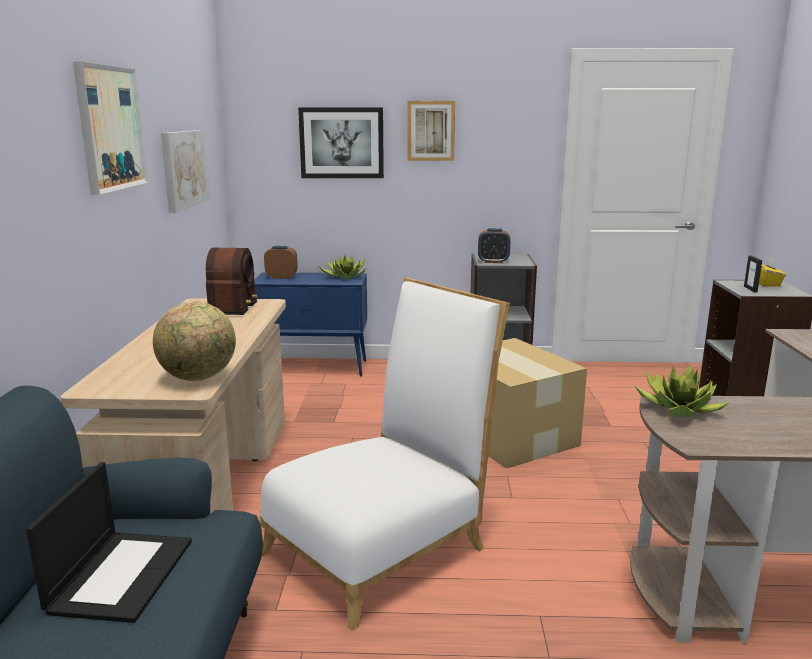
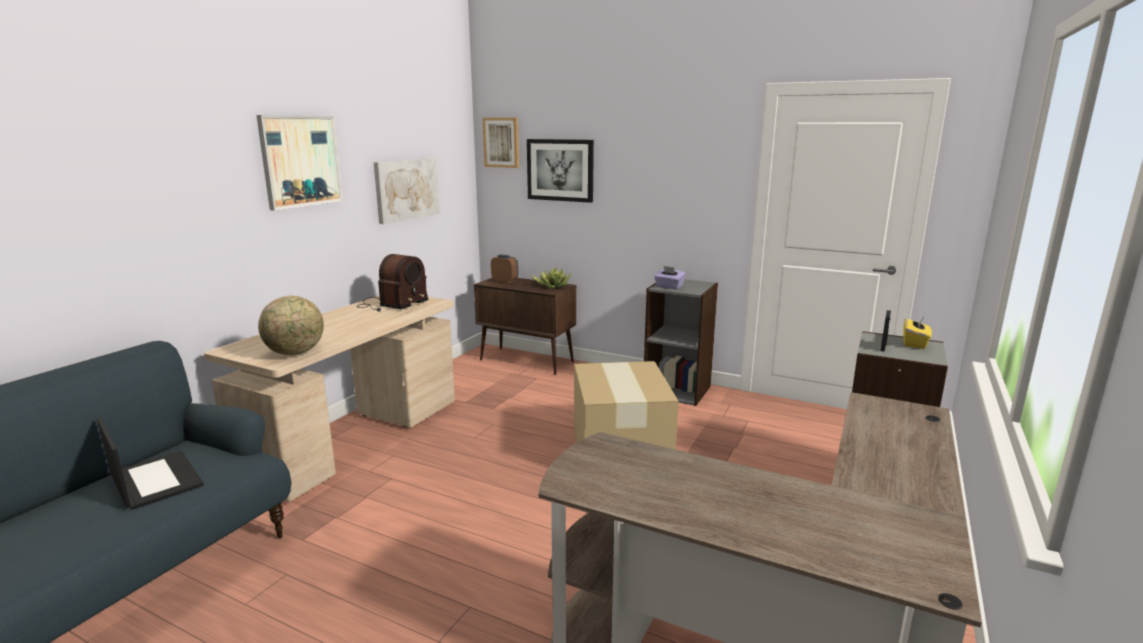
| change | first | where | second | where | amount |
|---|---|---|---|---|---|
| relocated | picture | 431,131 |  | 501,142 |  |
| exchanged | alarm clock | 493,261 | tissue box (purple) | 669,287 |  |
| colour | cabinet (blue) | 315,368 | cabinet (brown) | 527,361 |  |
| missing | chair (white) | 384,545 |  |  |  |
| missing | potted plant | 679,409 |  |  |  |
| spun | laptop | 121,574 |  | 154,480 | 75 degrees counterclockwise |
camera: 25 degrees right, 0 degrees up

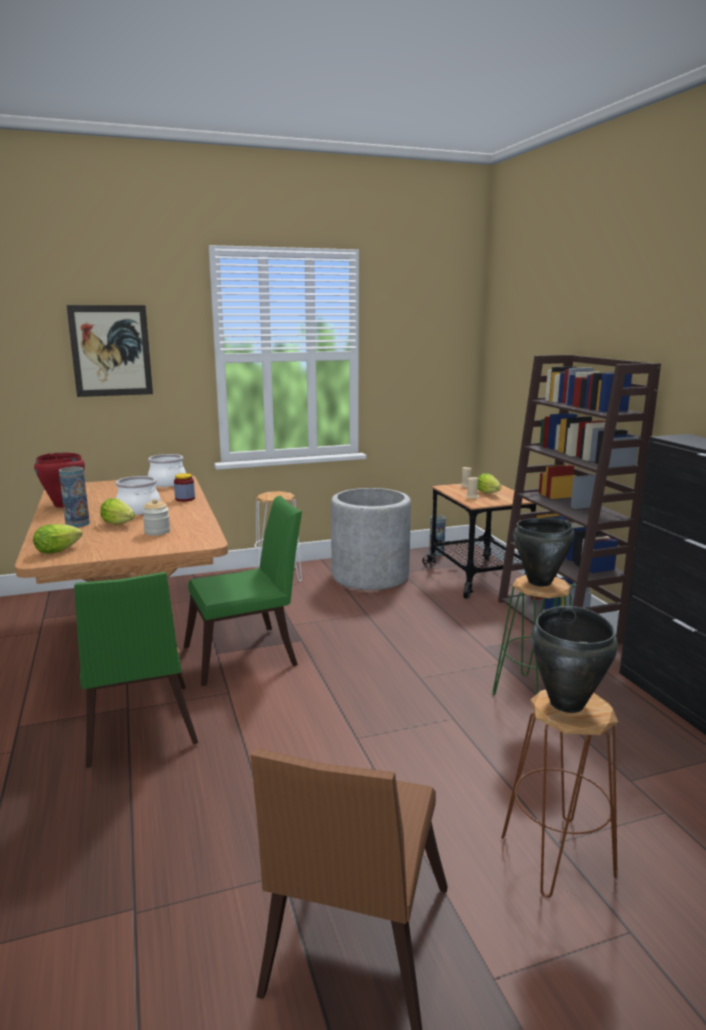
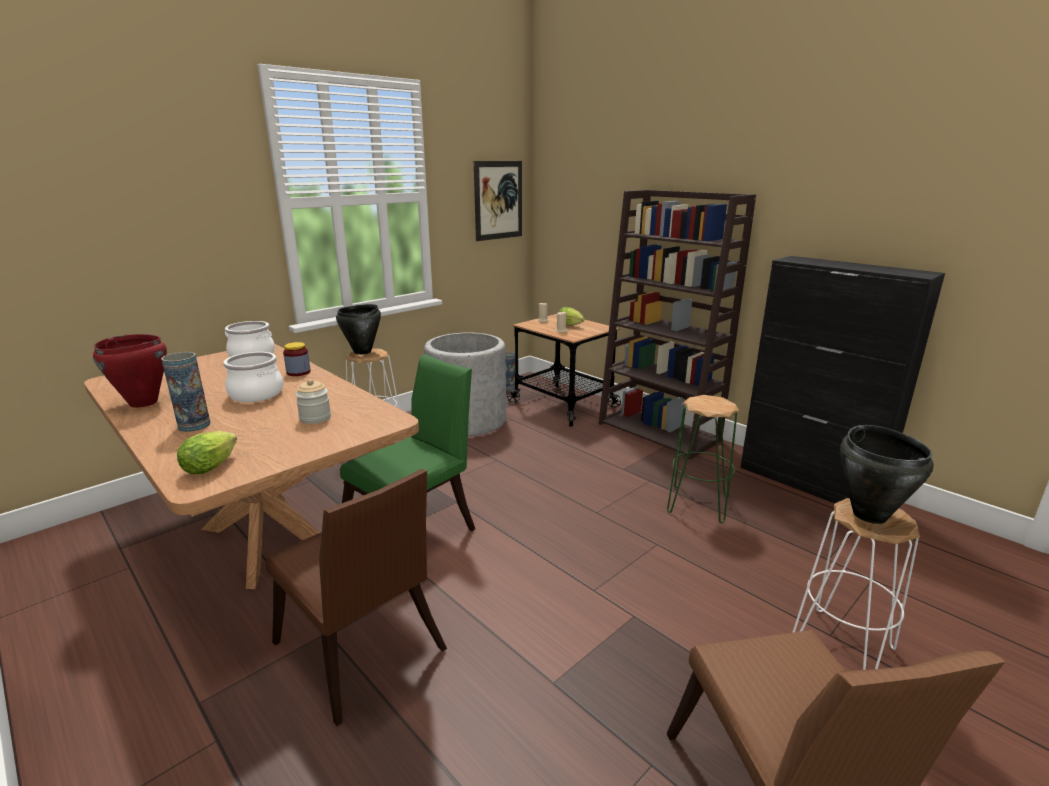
| change | first | where | second | where | amount |
|---|---|---|---|---|---|
| relocated | picture | 111,351 |  | 498,200 |  |
| missing | lettuce | 120,524 |  |  |  |
| relocated | cooking pot (black) | 540,582 |  | 363,352 |  |
| colour | chair (green) | 138,729 | chair (brown) | 362,655 |  |
| colour | stool (brown) | 556,856 | stool (white) | 841,648 |  |
camera: 25 degrees left, 5 degrees up

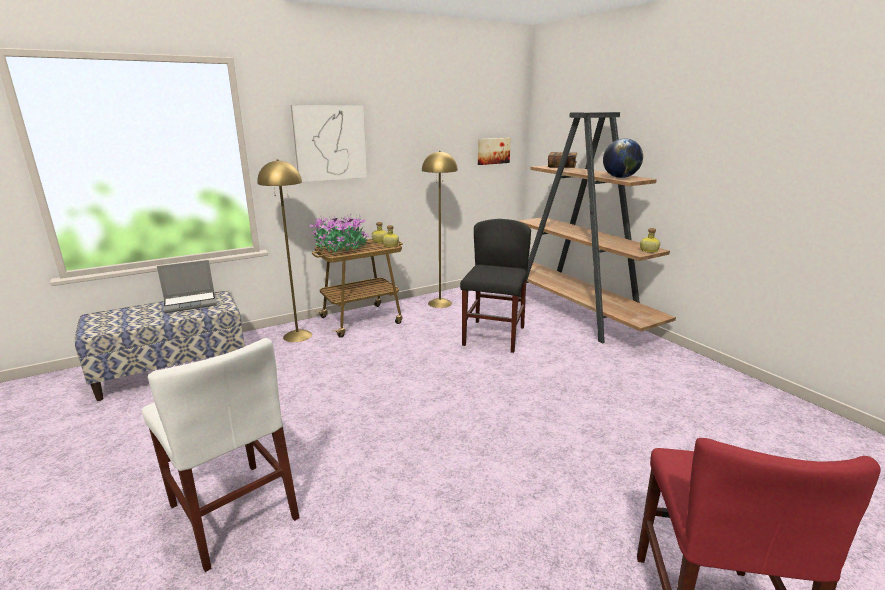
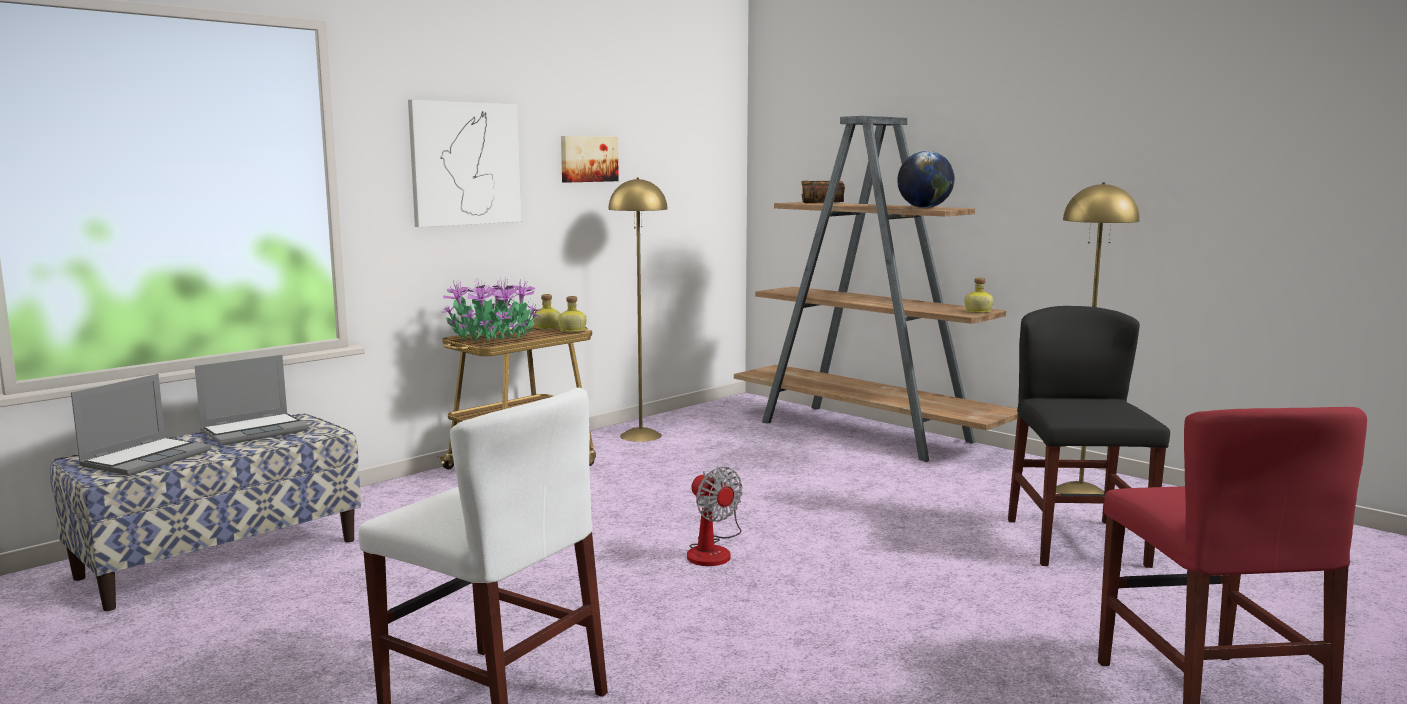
| change | first | where | second | where | amount |
|---|---|---|---|---|---|
| relocated | picture | 493,151 |  | 588,159 |  |
| relocated | floor lamp (yellow) | 297,336 |  | 1080,492 |  |
| relocated | chair (black) | 494,336 |  | 1076,542 |  |
| appeared |  |  | laptop | 146,458 |  |
| appeared |  |  | fan | 713,551 |  |
camera: 15 degrees left, 10 degrees down

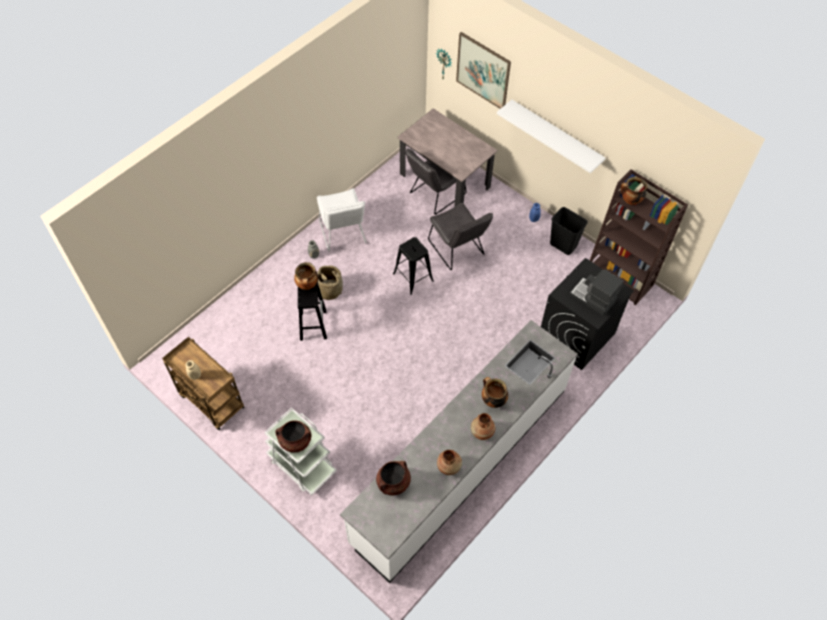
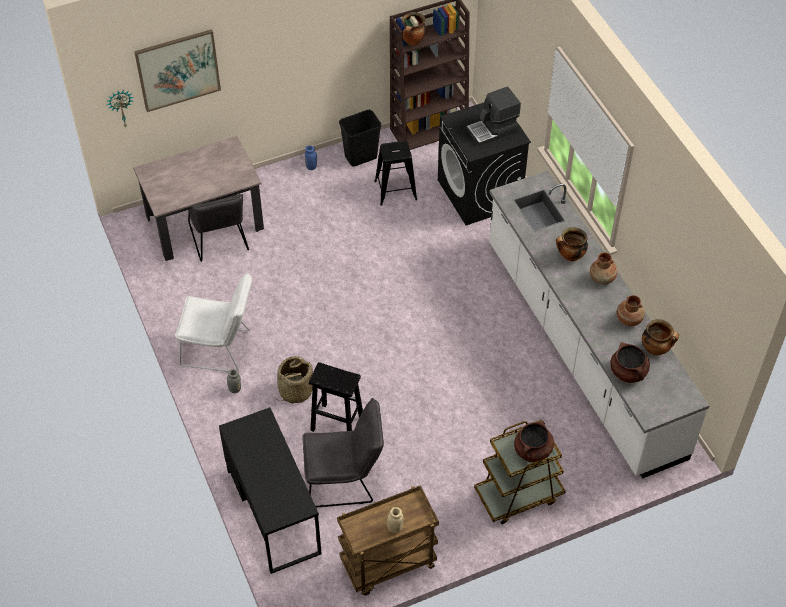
| change | first | where | second | where | amount |
|---|---|---|---|---|---|
| missing | shelf (white) | 556,134 |  |  |  |
| relocated | chair (grey) | 458,250 |  | 344,480 |  |
| relocated | stool (black) | 413,277 |  | 395,190 |  |
| relocated | cooking pot | 307,285 |  | 656,349 |  |
| colour | cart (white) | 302,465 | cart (brown) | 518,495 |  |
| appeared |  |  | desk (black) | 273,511 |  |
camera: 65 degrees left, 5 degrees down

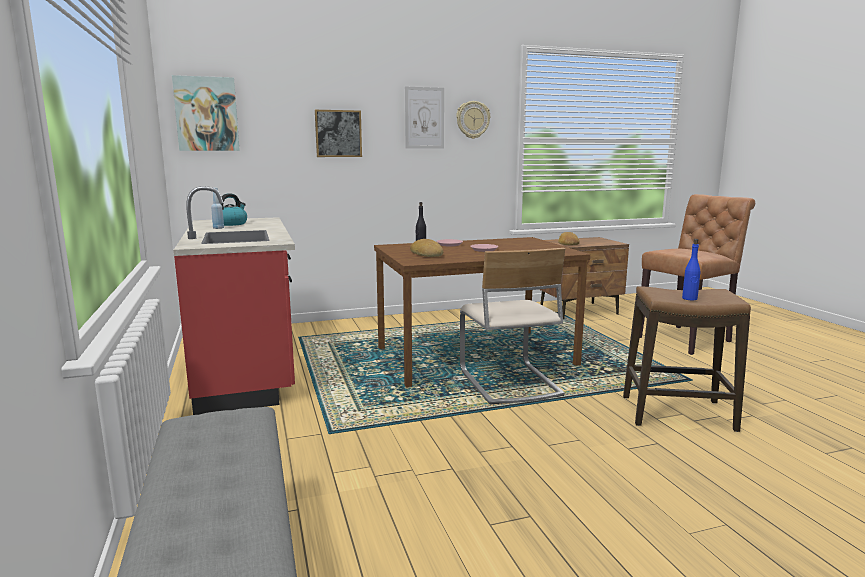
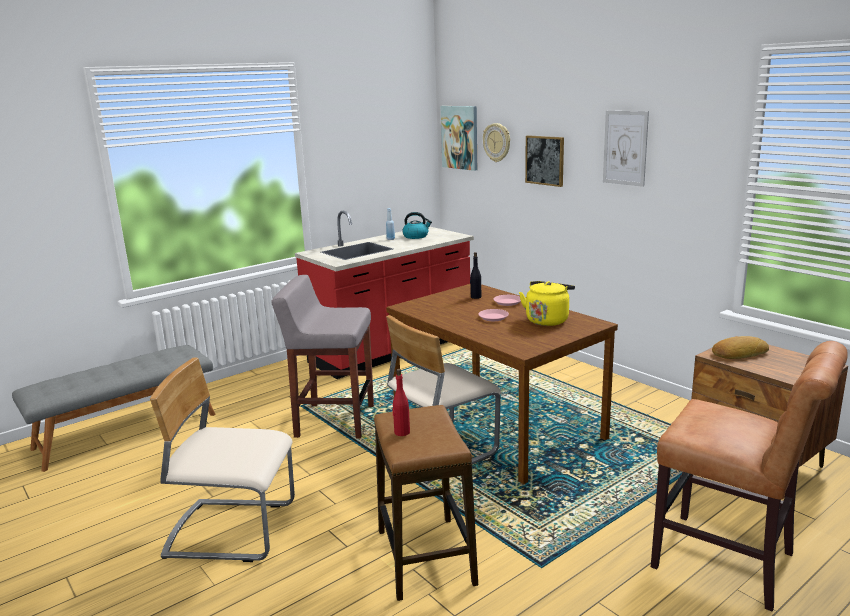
| change | first | where | second | where | amount |
|---|---|---|---|---|---|
| relocated | wall clock | 472,120 |  | 497,142 |  |
| missing | bread | 427,254 |  |  |  |
| colour | bottle (blue) | 689,298 | bottle (red) | 401,432 |  |
| appeared |  |  | stool (grey) | 333,421 |  |
| appeared |  |  | kettle (yellow) | 547,320 |  |
| appeared |  |  | chair (beige) | 232,530 |  |
camera: 70 degrees right, 5 degrees up

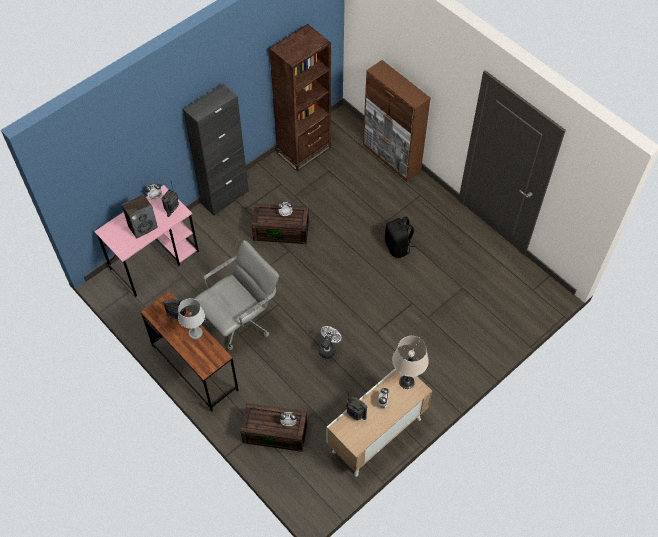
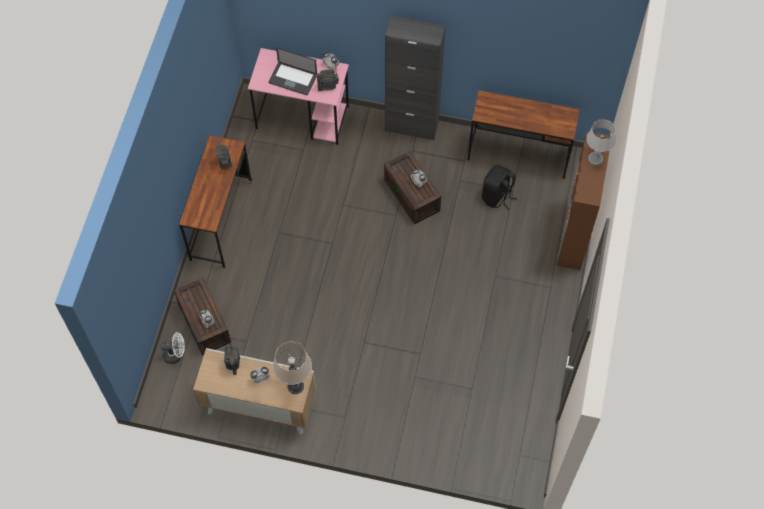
| change | first | where | second | where | amount |
|---|---|---|---|---|---|
| exchanged | bookcase (brown) | 304,150 | desk (brown) | 519,154 |  |
| exchanged | speaker | 143,227 | laptop | 292,79 |  |
| relocated | backpack (black) | 398,247 |  | 497,196 |  |
| missing | office chair (grey) | 241,320 |  |  |  |
| relocated | table lamp (grey) | 195,333 |  | 595,159 |  |
| relocated | fan (white) | 328,348 |  | 176,355 |  |
camera: 55 degrees right, 5 degrees up

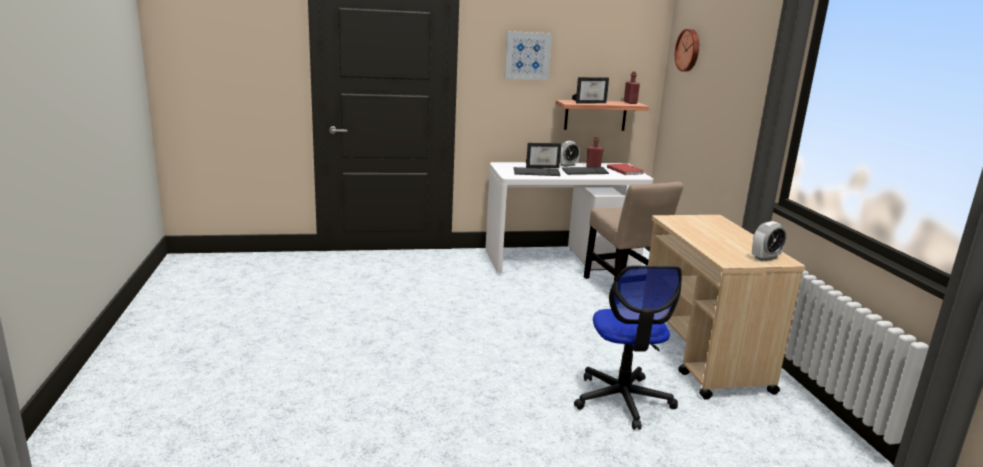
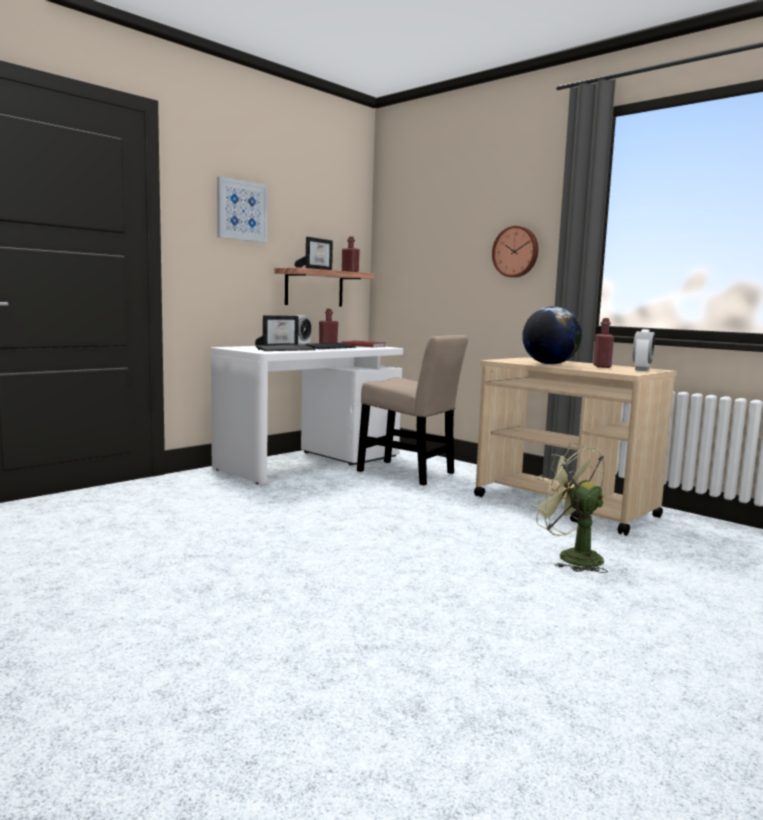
| change | first | where | second | where | amount |
|---|---|---|---|---|---|
| relocated | wall clock | 688,50 |  | 516,252 |  |
| exchanged | office chair | 622,400 | fan (green) | 571,557 |  |
| appeared |  |  | globe | 549,364 |  |
| appeared |  |  | bottle (red) | 602,366 |  |
camera: 35 degrees left, 10 degrees down

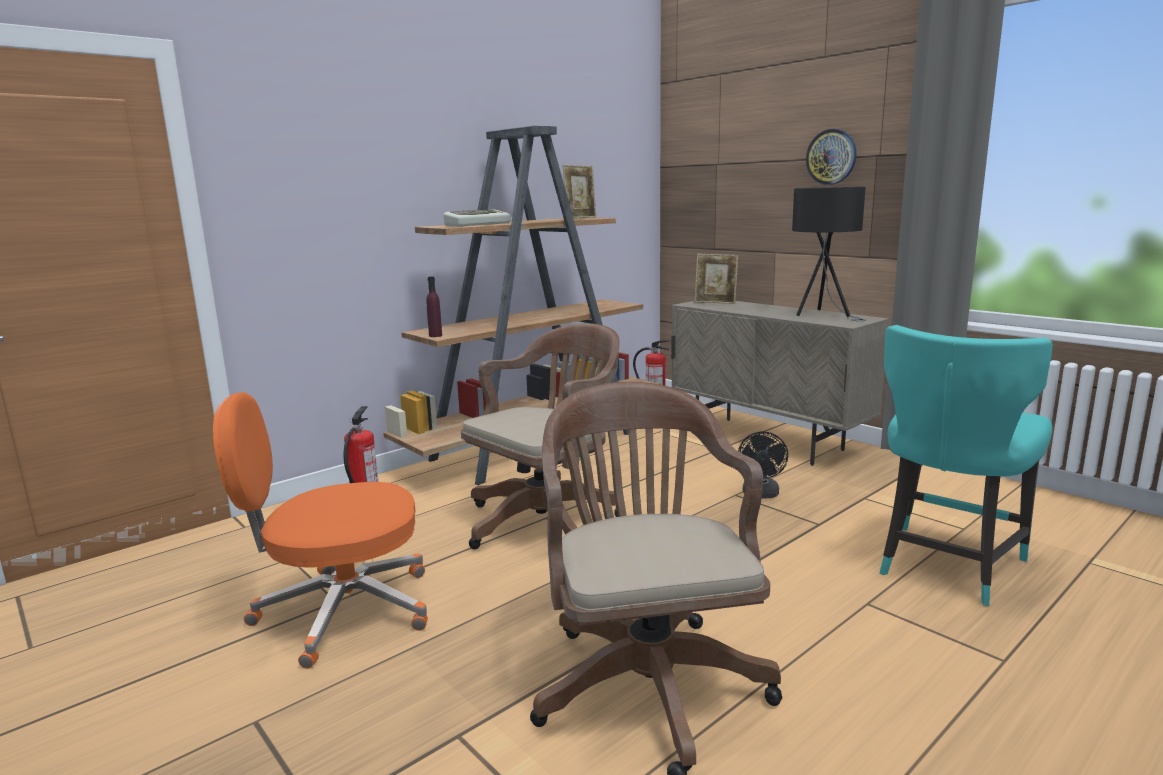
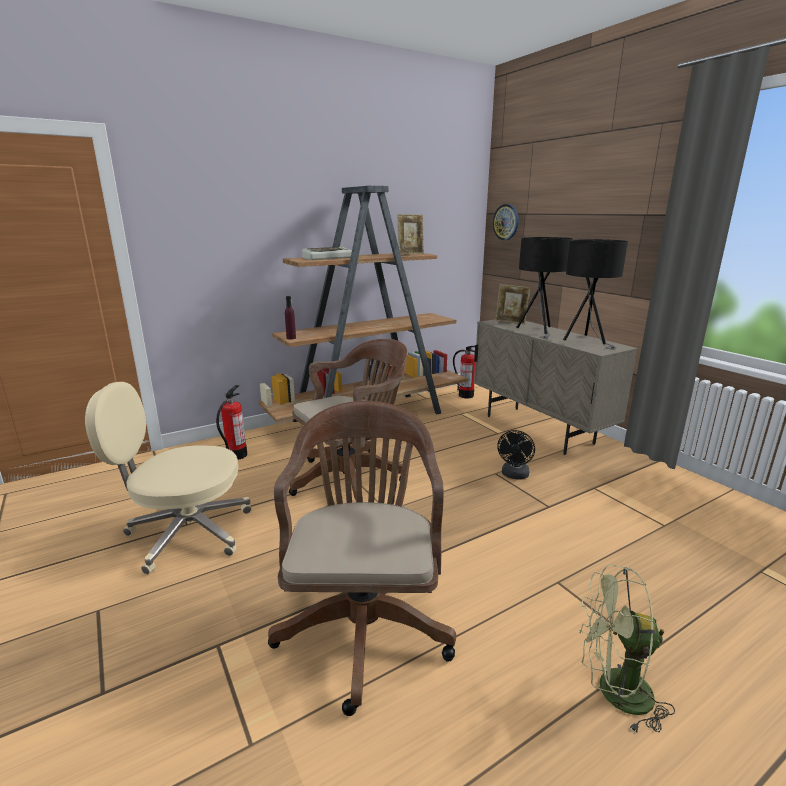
| change | first | where | second | where | amount |
|---|---|---|---|---|---|
| relocated | wall clock | 831,157 |  | 506,222 |  |
| missing | chair (turquoise) | 945,566 |  |  |  |
| colour | office chair (orange) | 341,611 | office chair (beige) | 187,533 |  |
| appeared |  |  | table lamp (black) | 537,331 |  |
| appeared |  |  | fan (green) | 613,692 |  |
camera: 10 degrees right, 5 degrees up

